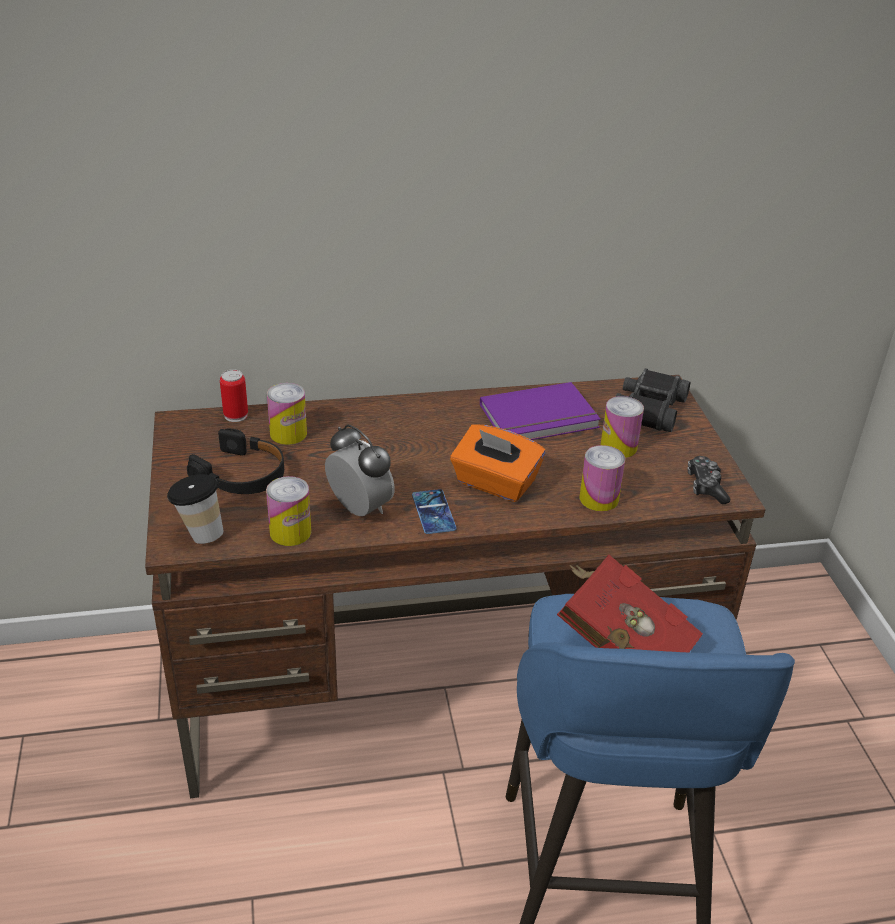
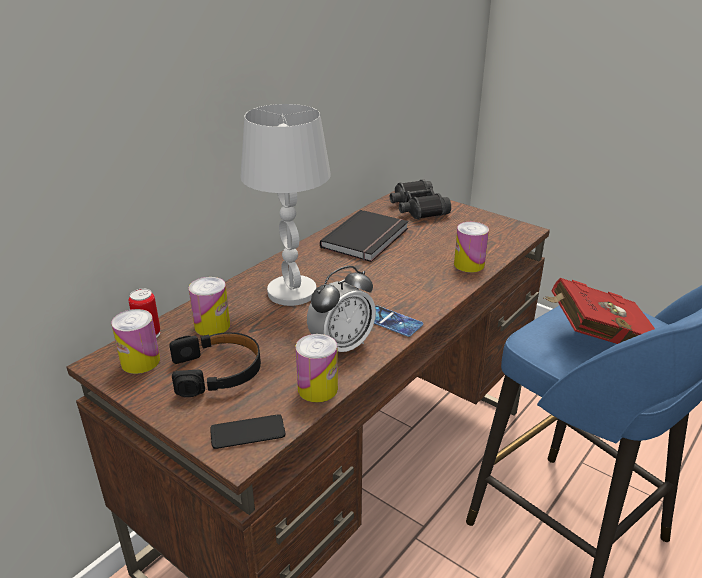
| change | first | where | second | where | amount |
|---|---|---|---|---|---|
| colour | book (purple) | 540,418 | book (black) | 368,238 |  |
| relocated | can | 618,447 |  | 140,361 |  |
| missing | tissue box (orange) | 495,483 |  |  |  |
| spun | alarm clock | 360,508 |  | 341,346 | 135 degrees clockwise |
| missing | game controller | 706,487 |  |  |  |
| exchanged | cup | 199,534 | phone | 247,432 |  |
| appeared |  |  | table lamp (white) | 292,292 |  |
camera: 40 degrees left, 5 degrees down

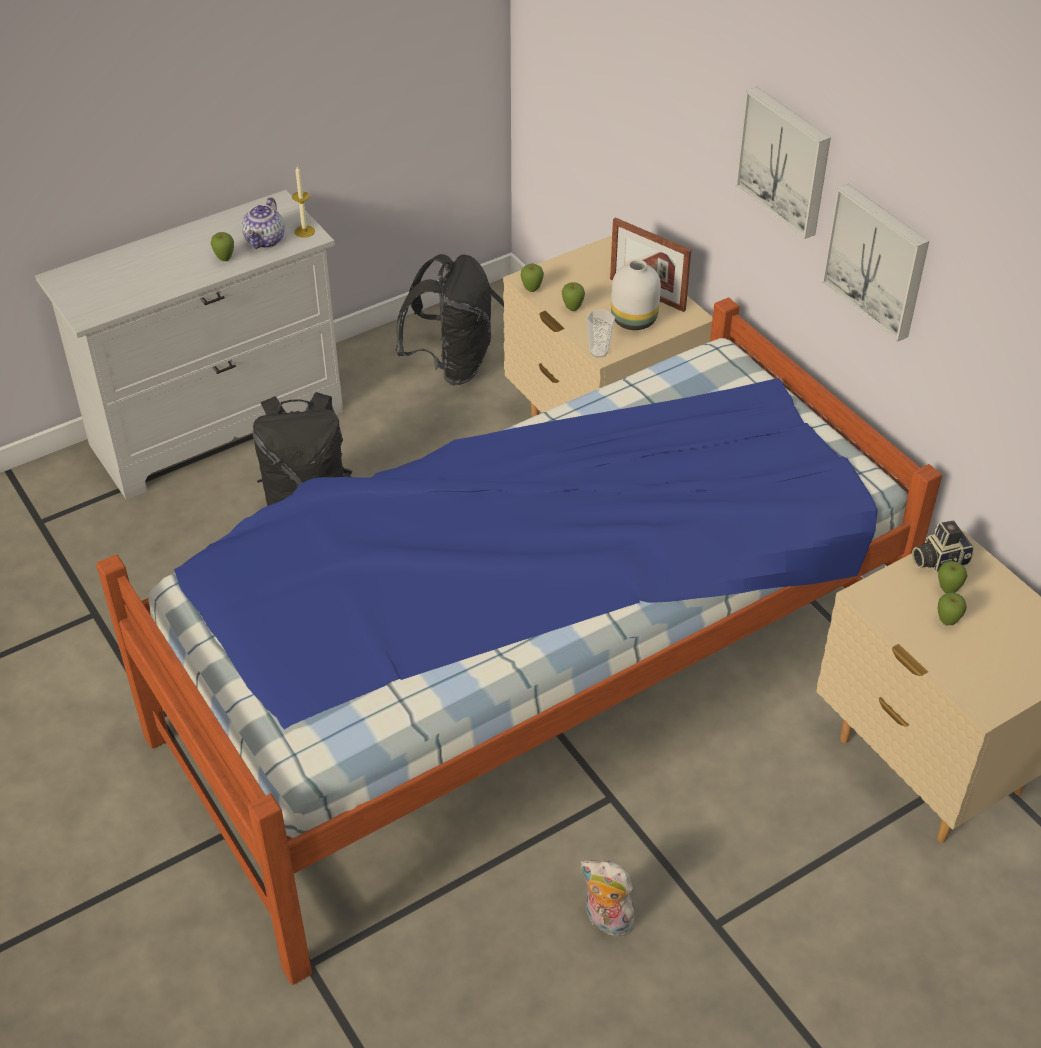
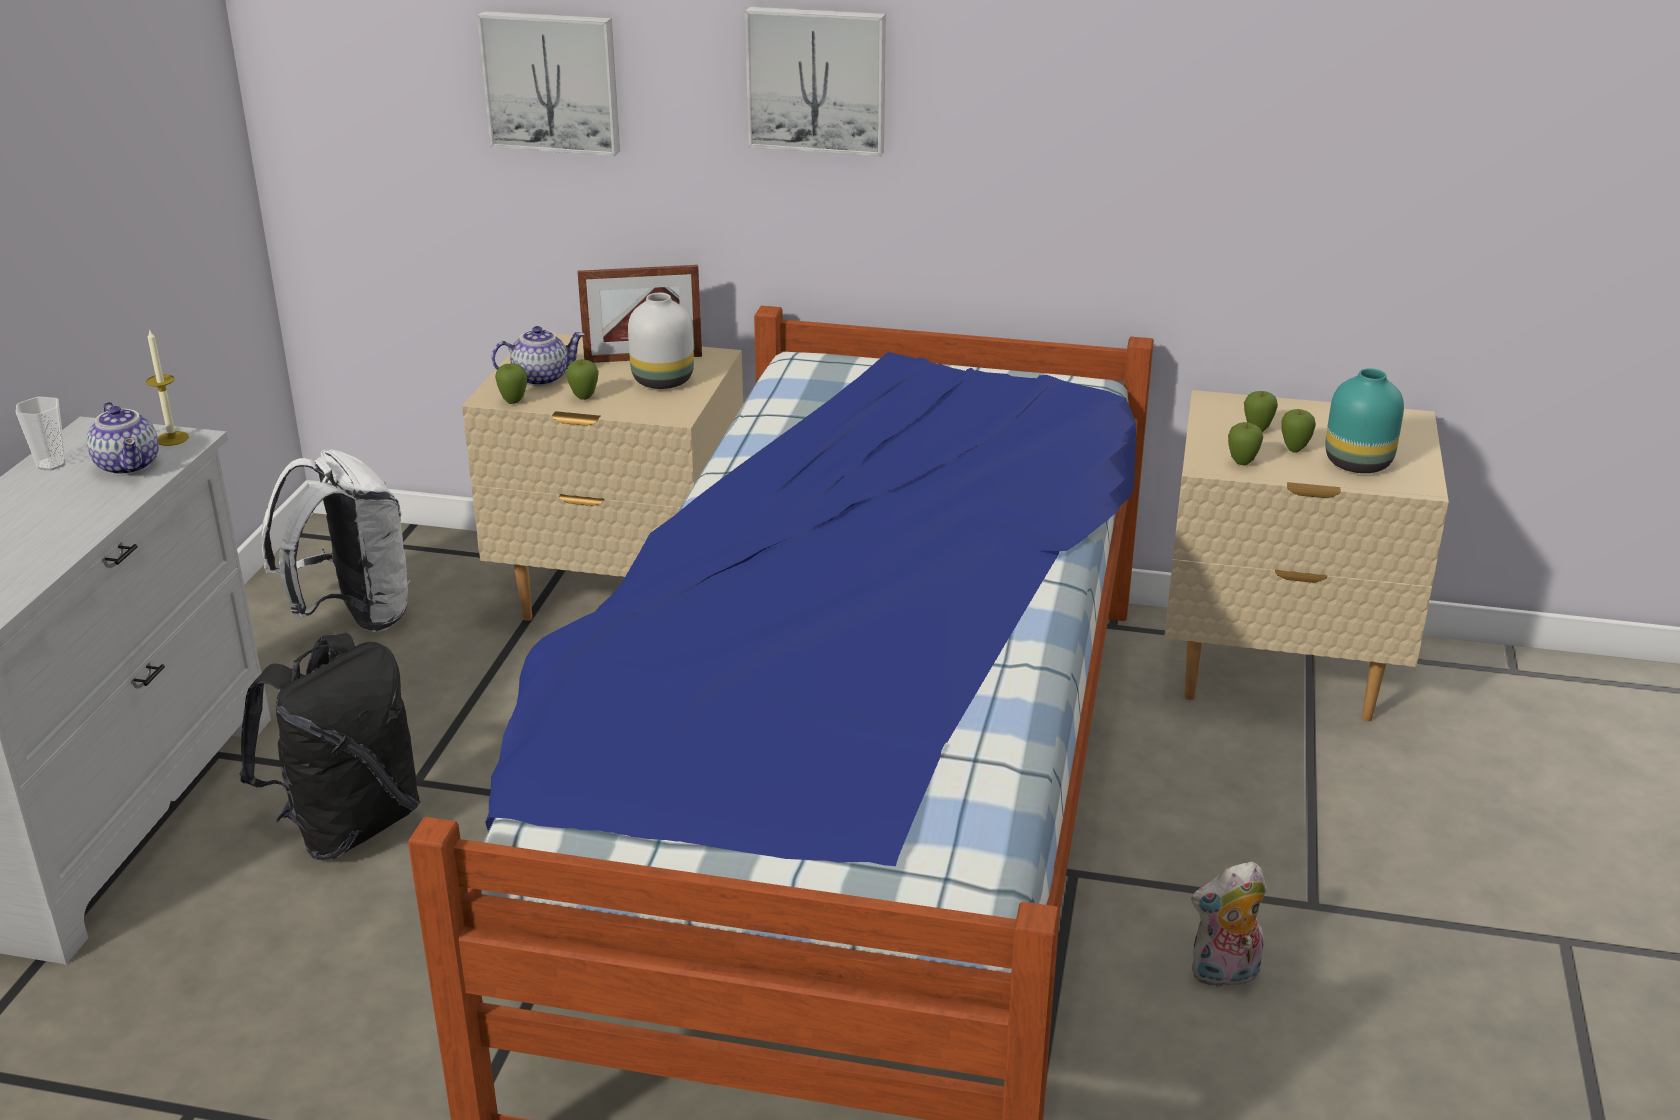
| change | first | where | second | where | amount |
|---|---|---|---|---|---|
| relocated | picture | 878,260 |  | 552,81 |  |
| relocated | apple | 225,259 |  | 1242,464 |  |
| colour | backpack (black) | 451,365 | backpack (white) | 353,616 |  |
| relocated | cup | 599,352 |  | 51,464 |  |
| missing | photo camera | 938,560 |  |  |  |
| appeared |  |  | teapot | 541,377 |  |
| appeared |  |  | vase (turquoise) | 1356,463 |  |
camera: 45 degrees left, 15 degrees down

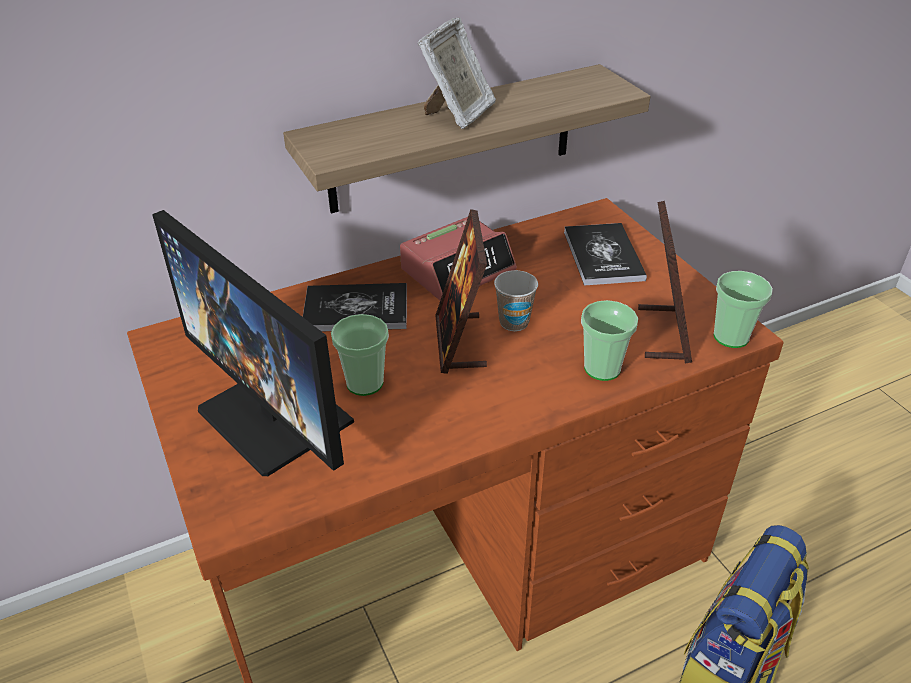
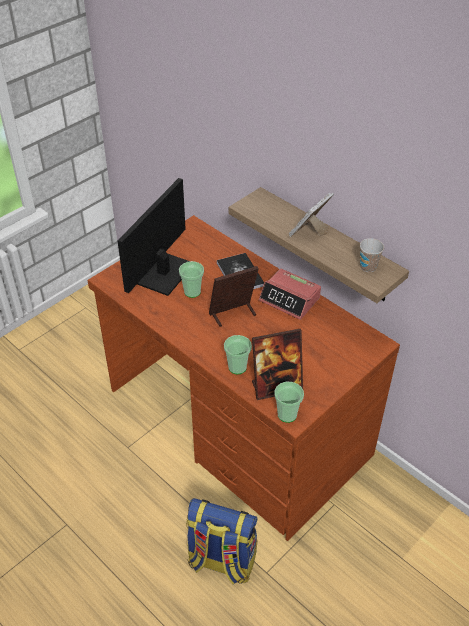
| change | first | where | second | where | amount |
|---|---|---|---|---|---|
| spun | picture frame | 458,114 |  | 309,232 | 120 degrees clockwise |
| missing | book | 603,255 |  |  |  |
| relocated | cup | 514,322 |  | 368,267 |  |
camera: 70 degrees right, 5 degrees up

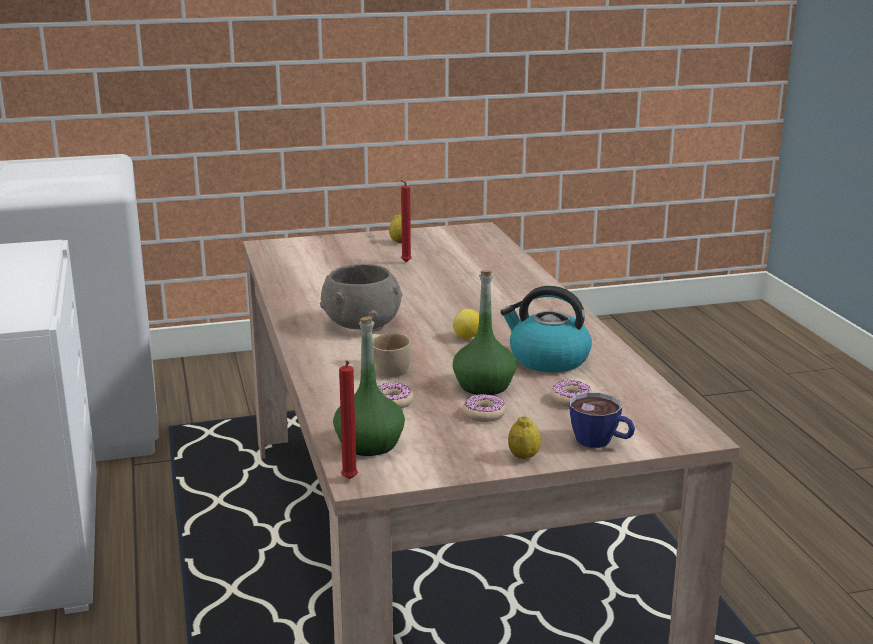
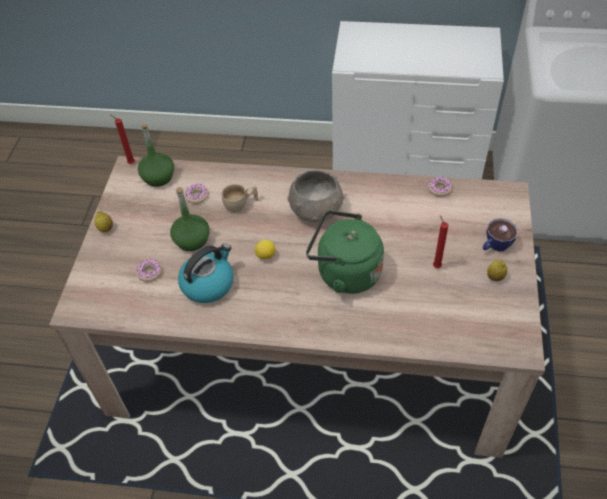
| change | first | where | second | where | amount |
|---|---|---|---|---|---|
| relocated | cup | 601,442 |  | 494,246 |  |
| relocated | donut | 483,414 |  | 439,189 |  |
| appeared |  |  | kettle (green) | 345,272 |  |
camera: 115 degrees right, 30 degrees up

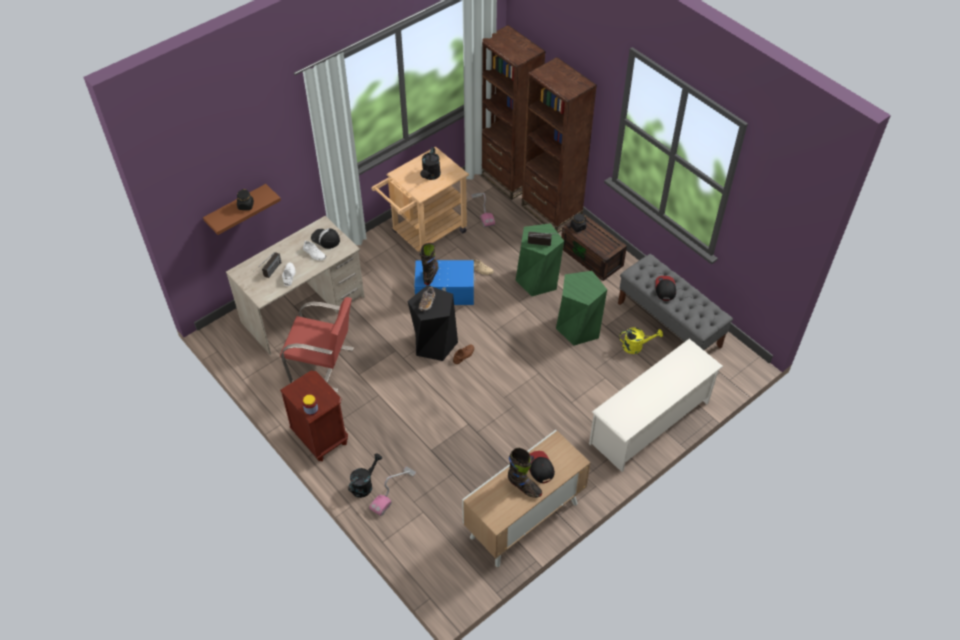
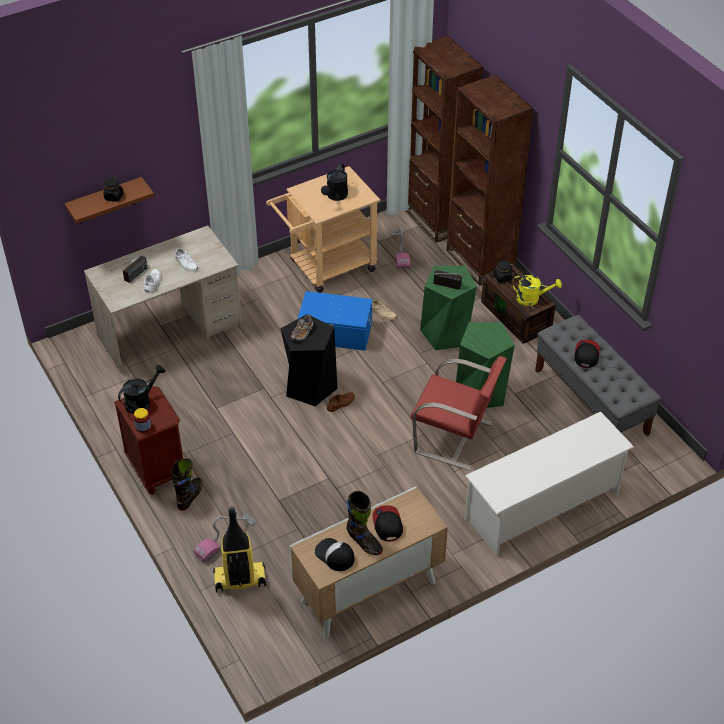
| change | first | where | second | where | amount |
|---|---|---|---|---|---|
| relocated | cap | 325,239 |  | 334,555 |  |
| relocated | boot (black) | 430,274 |  | 190,497 |  |
| relocated | chair (red) | 323,366 |  | 454,438 |  |
| relocated | watering can (yellow) | 636,346 |  | 532,299 |  |
| relocated | watering can (black) | 364,484 |  | 141,401 |  |
| appeared |  |  | vacuum cleaner | 239,580 |  |
camera: 10 degrees right, 5 degrees down

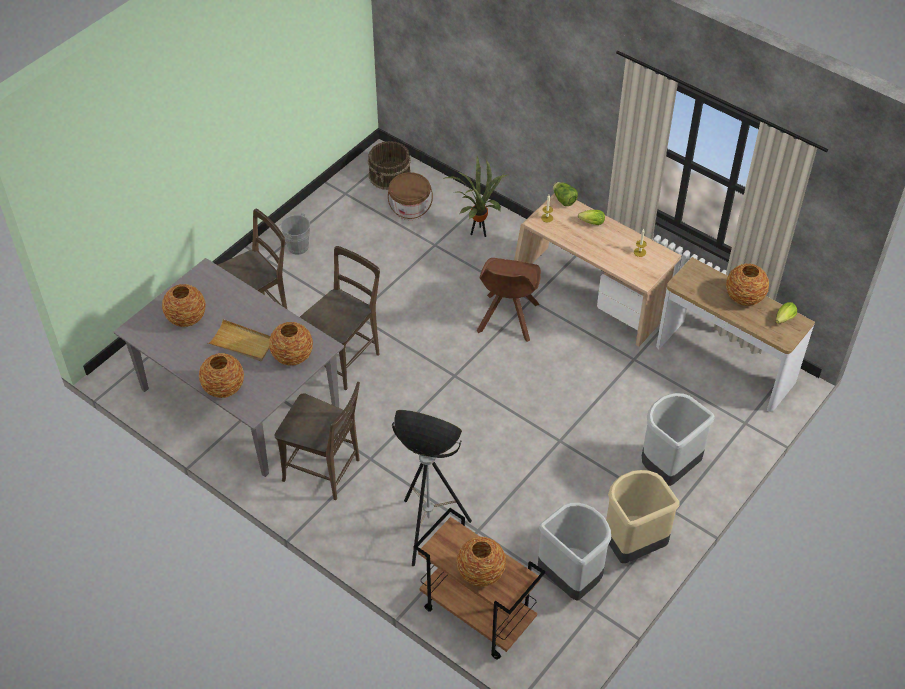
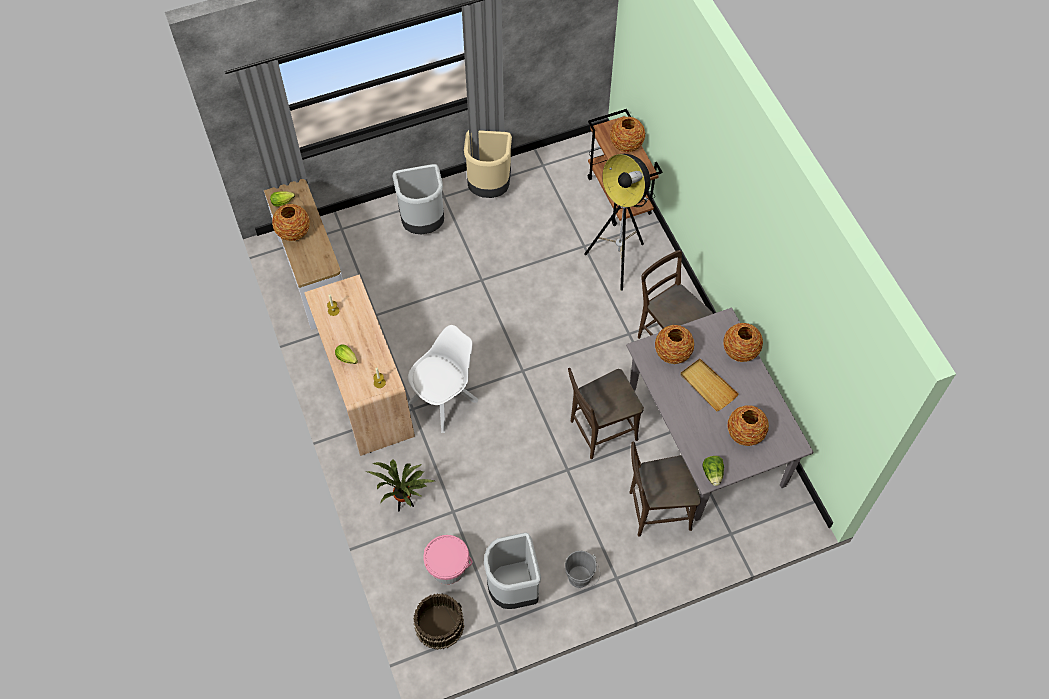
| change | first | where | second | where | amount |
|---|---|---|---|---|---|
| colour | bucket (brown) | 410,209 | bucket (pink) | 448,567 |  |
| relocated | lettuce | 563,200 |  | 713,474 |  |
| colour | chair (brown) | 507,319 | chair (white) | 445,400 |  |
| relocated | trash can (grey) | 571,579 |  | 513,589 |  |
camera: 150 degrees left, 10 degrees up

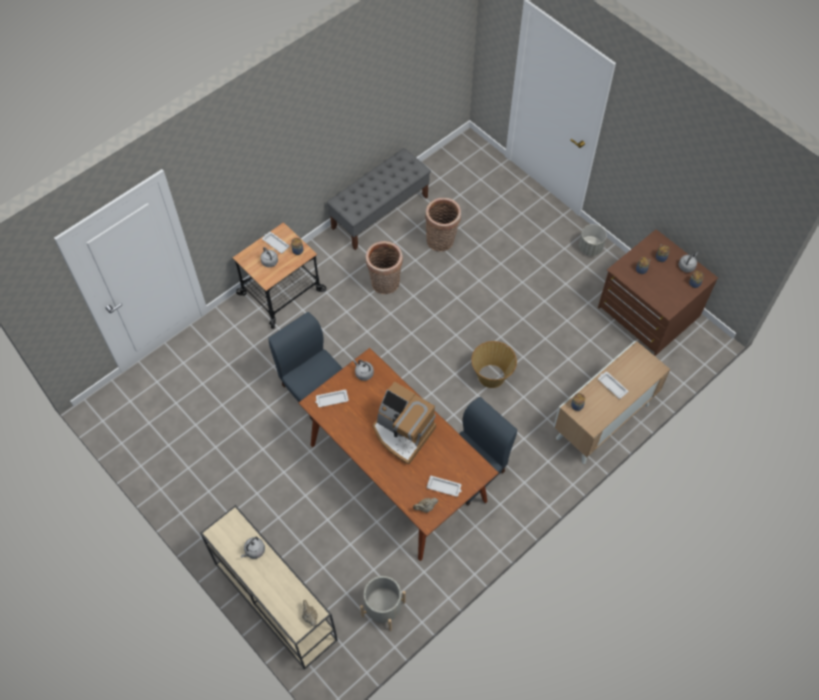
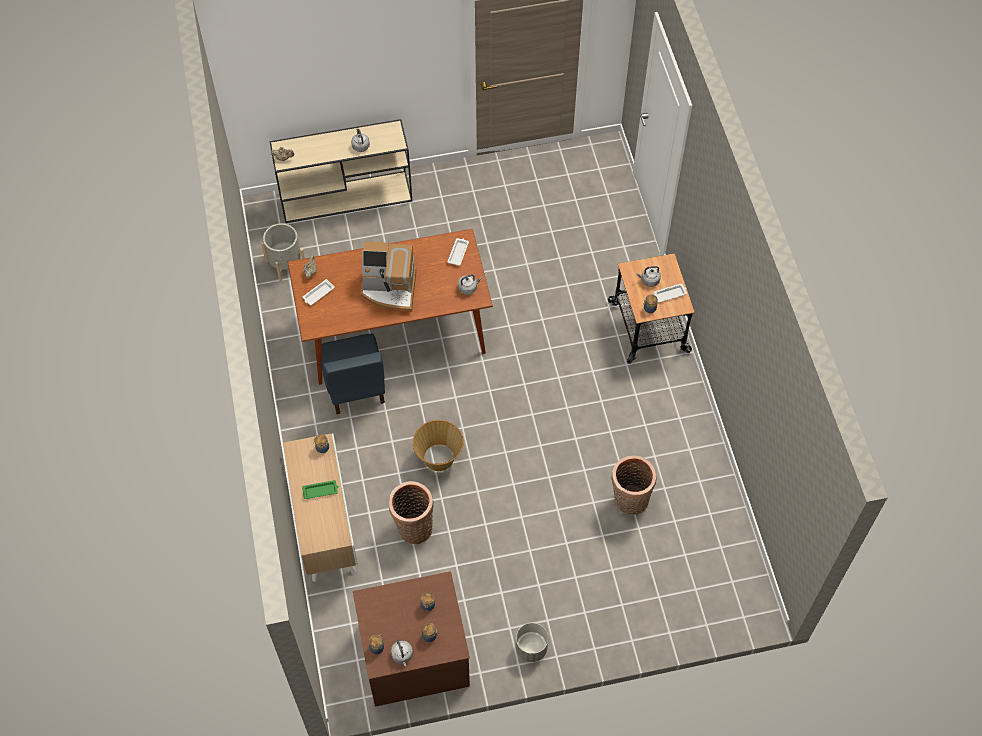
| change | first | where | second | where | amount |
|---|---|---|---|---|---|
| missing | bench (grey) | 380,212 |  |  |  |
| relocated | basket | 385,284 |  | 413,527 |  |
| missing | chair (blue) | 314,389 |  |  |  |
| colour | tray (white) | 612,385 | tray (green) | 321,490 |  |
| spun | coffee machine | 402,432 |  | 389,289 | 150 degrees counterclockwise |
camera: 120 degrees right, 0 degrees up

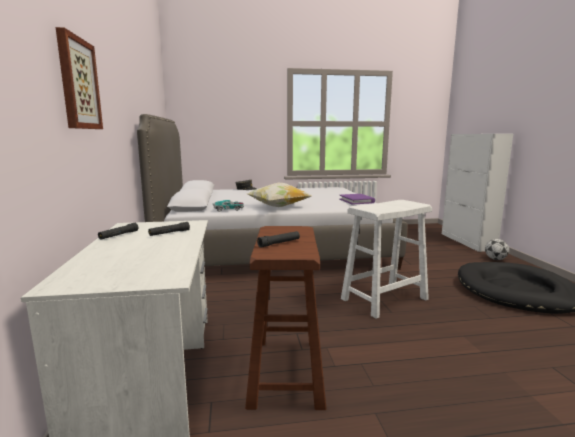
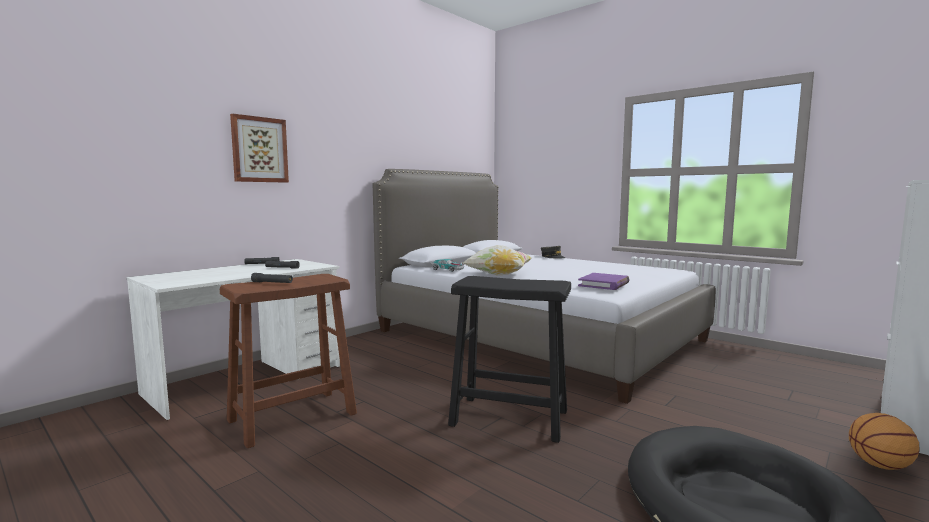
| change | first | where | second | where | amount |
|---|---|---|---|---|---|
| colour | stool (white) | 384,299 | stool (black) | 508,417 |  |
| exchanged | football | 495,259 | basketball | 879,465 |  |
camera: 50 degrees right, 5 degrees down

